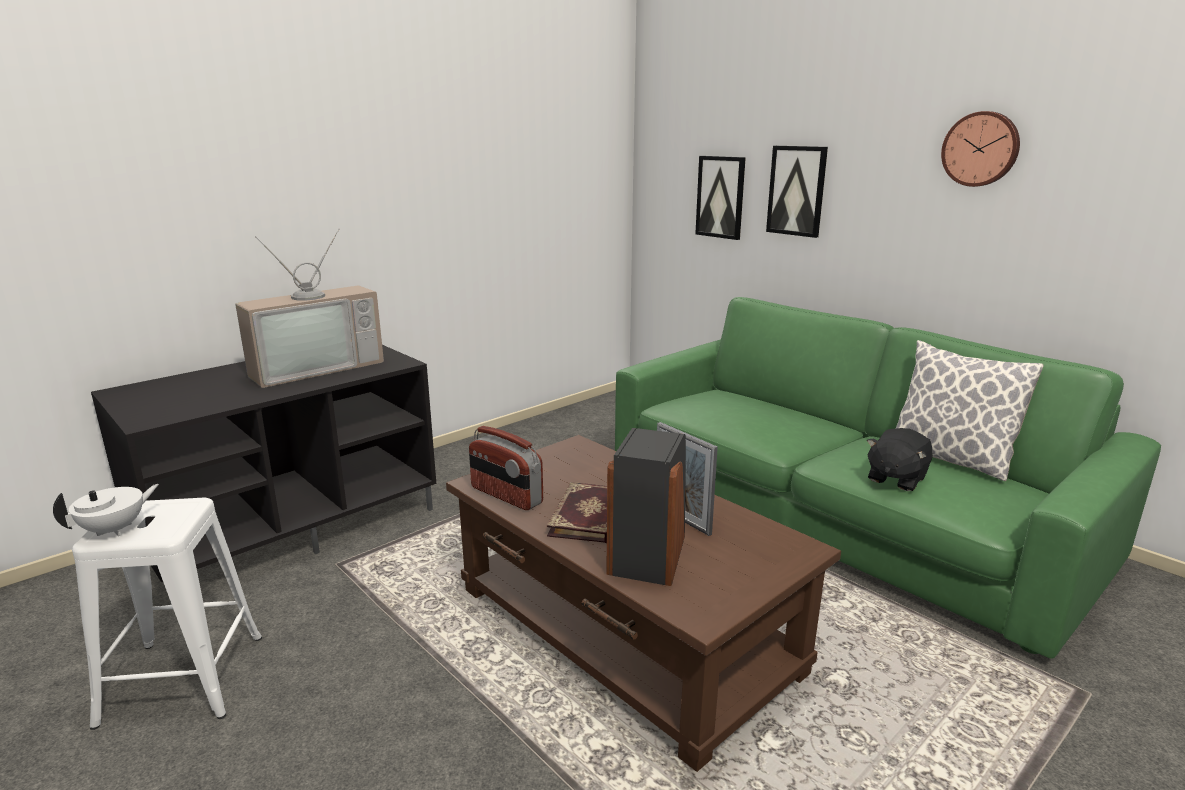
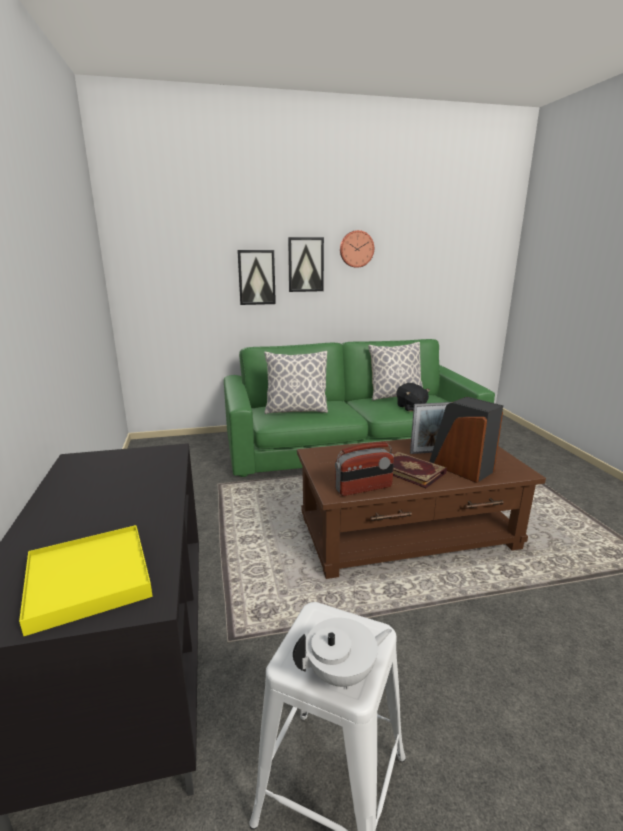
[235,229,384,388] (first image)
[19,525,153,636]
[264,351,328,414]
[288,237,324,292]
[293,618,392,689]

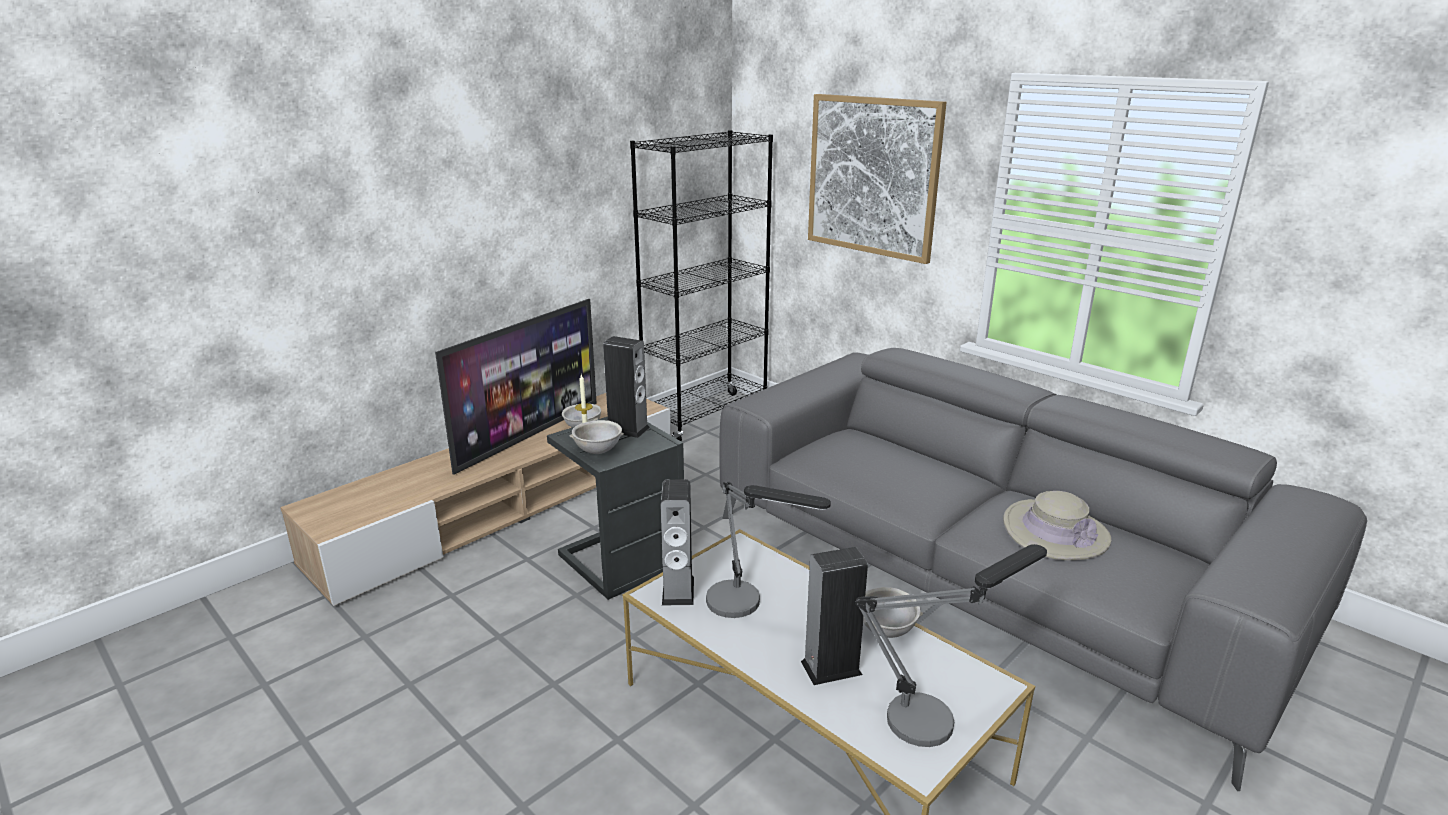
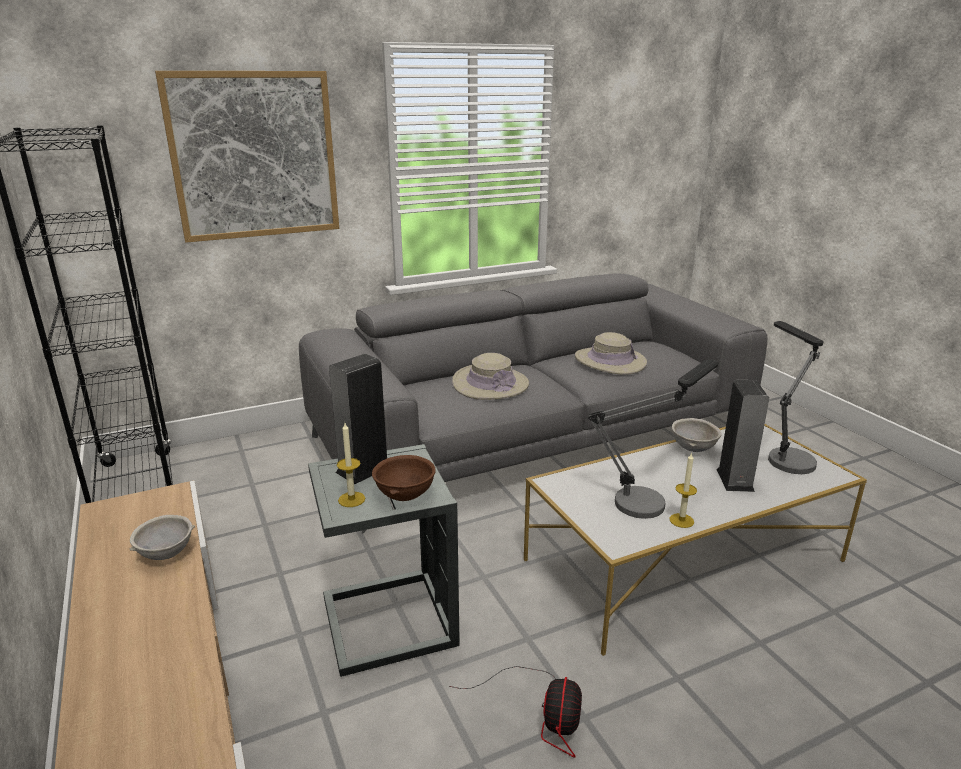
[435,299,597,475] (first image)
[661,479,694,605] (first image)
[449,666,582,758]
[452,353,529,400]
[669,452,697,528]
[372,455,436,501]

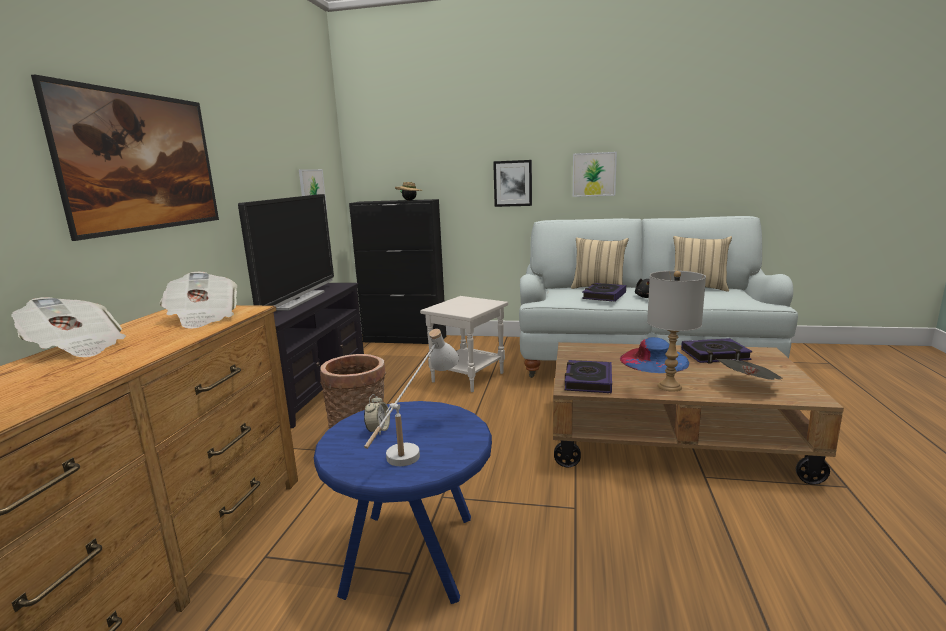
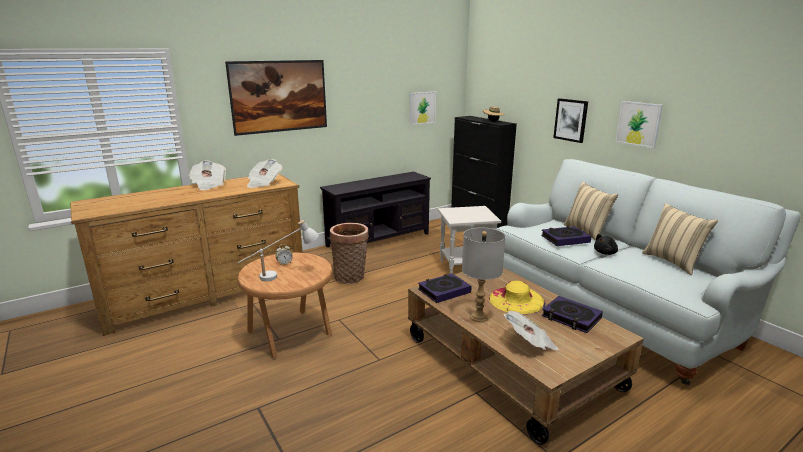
[238,194,334,311] (first image)
[237,252,333,358]
[489,280,545,315]

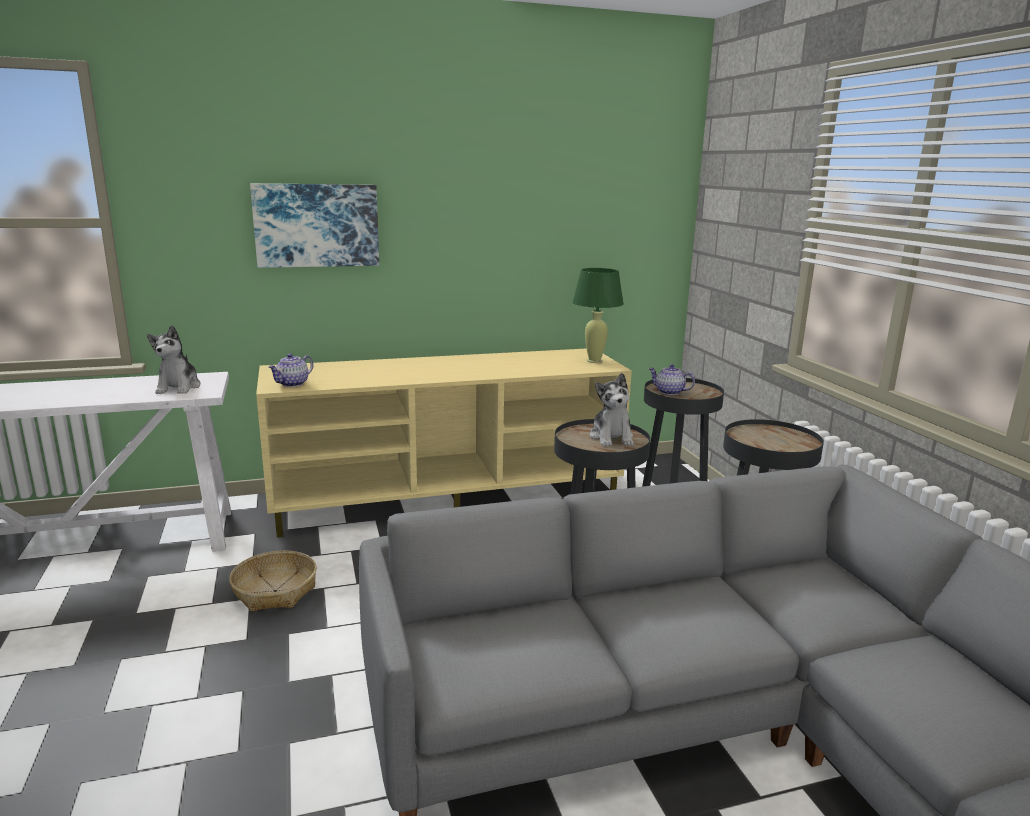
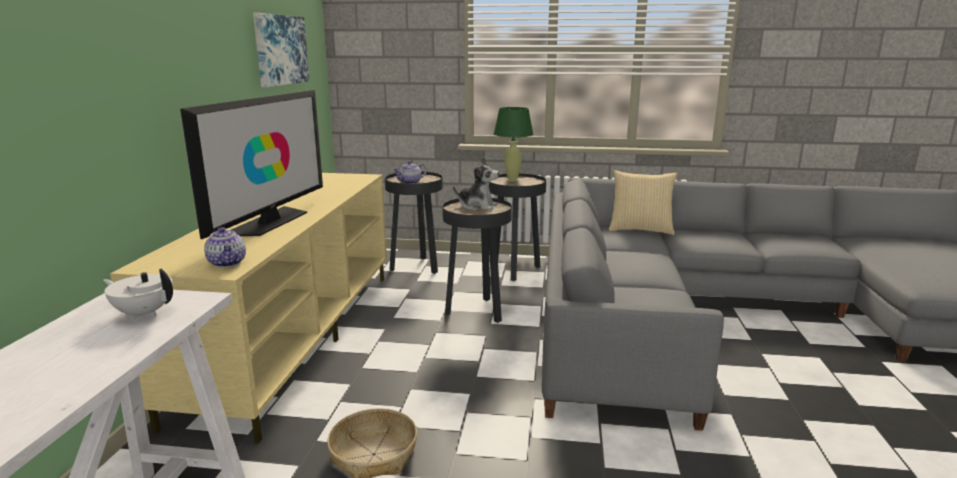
[180,90,323,239]
[609,170,678,235]
[253,13,310,88]
[494,107,533,182]
[103,268,173,320]

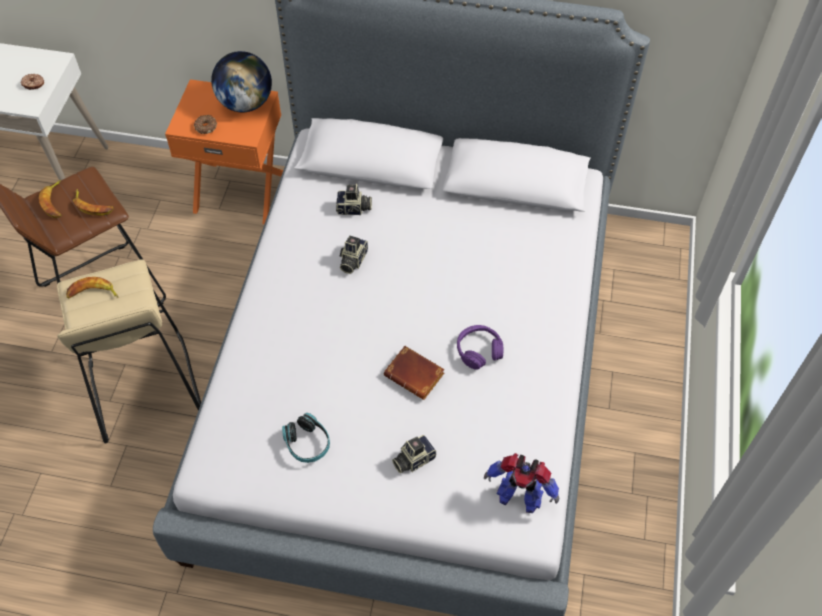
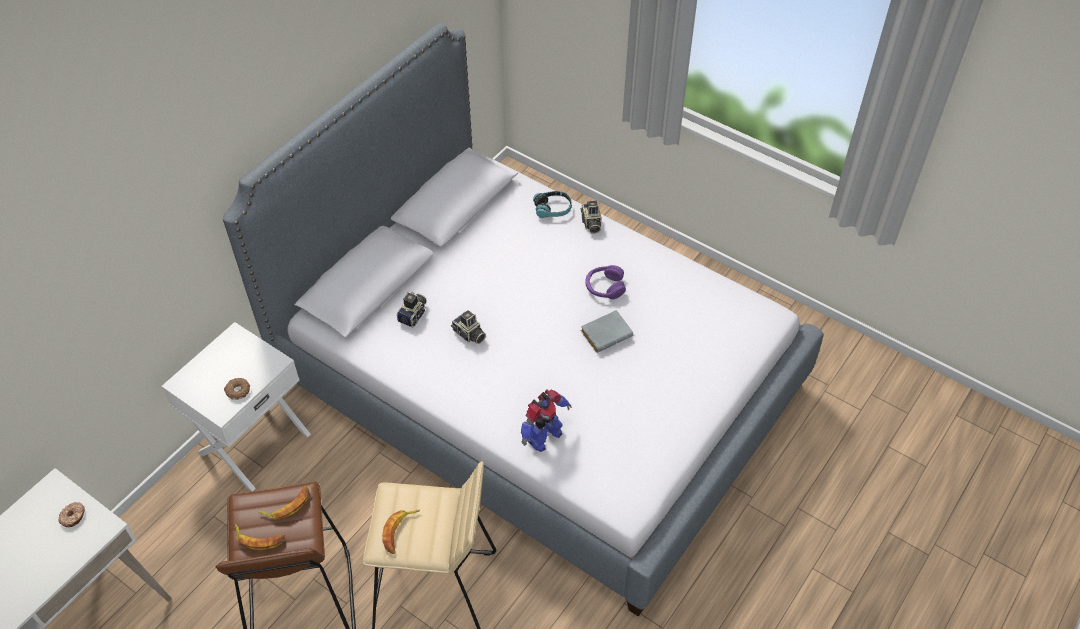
[211,51,272,112] (first image)
[533,191,572,218]
[581,201,601,234]
[521,389,572,452]
[161,322,310,491]
[580,310,633,353]

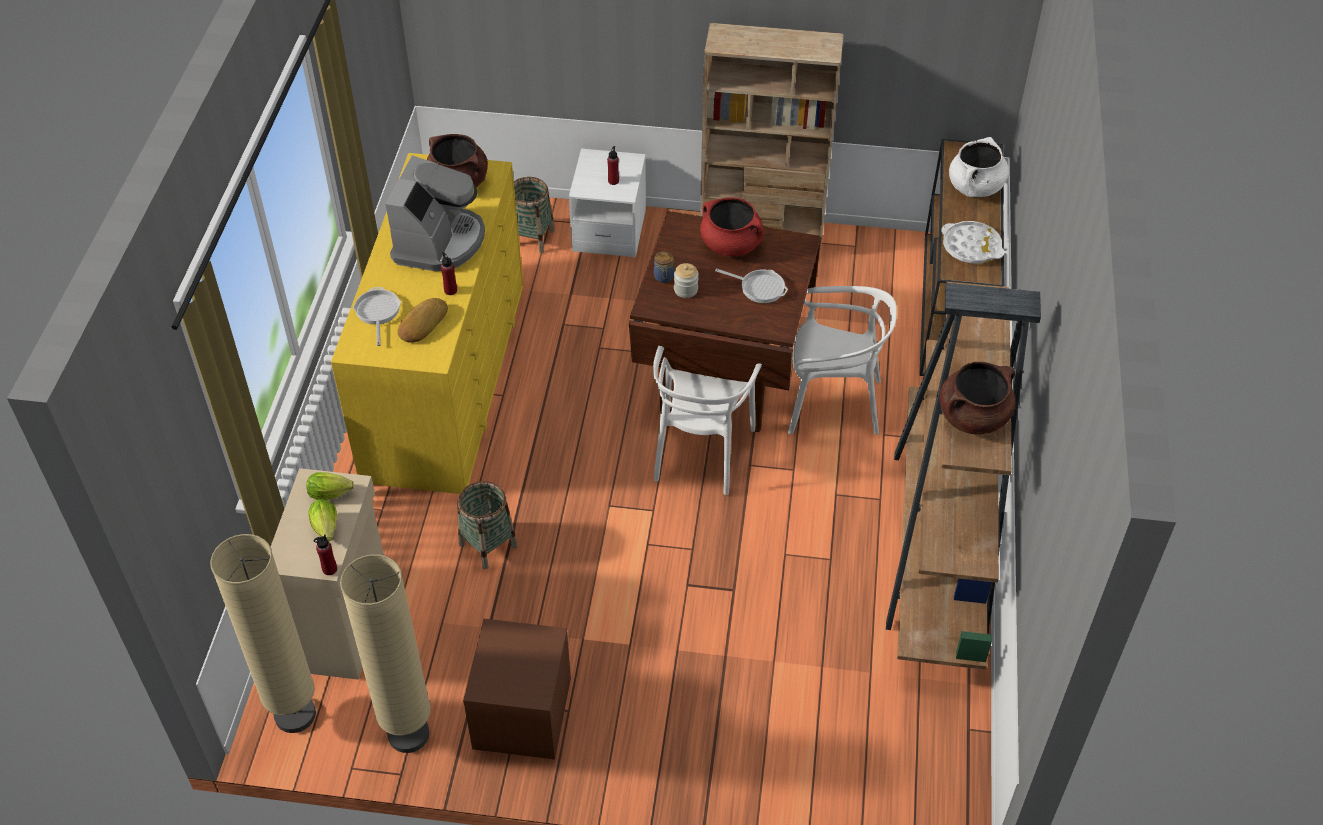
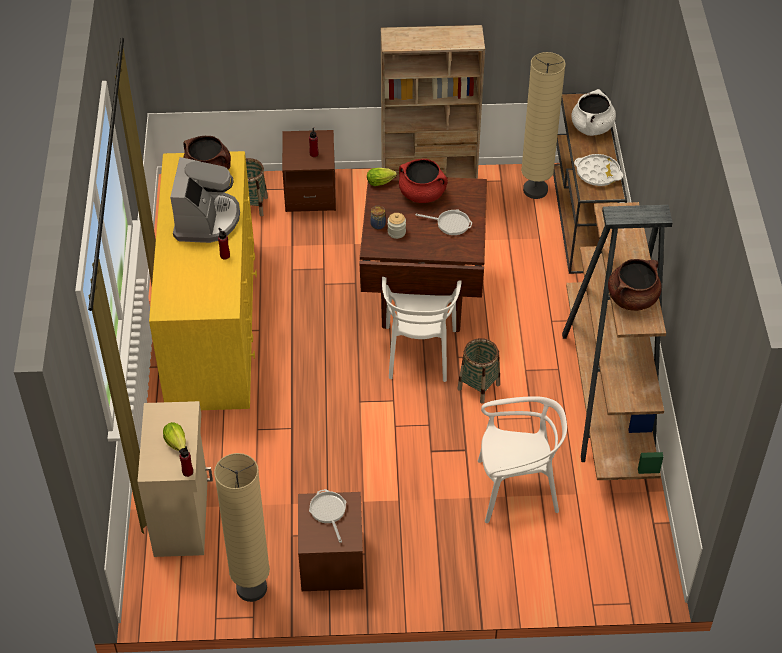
[398,298,448,343] (first image)
[521,52,566,199]
[367,168,397,186]
[309,489,346,543]
[458,338,500,404]
[478,396,567,523]
[282,130,336,212]

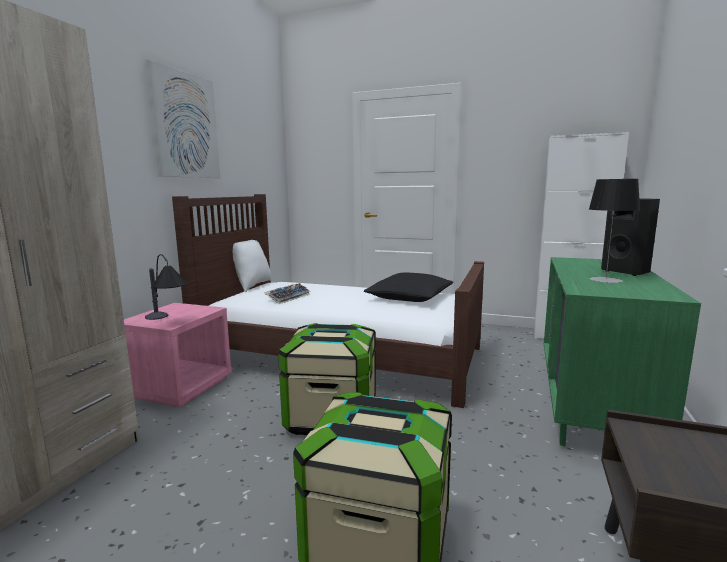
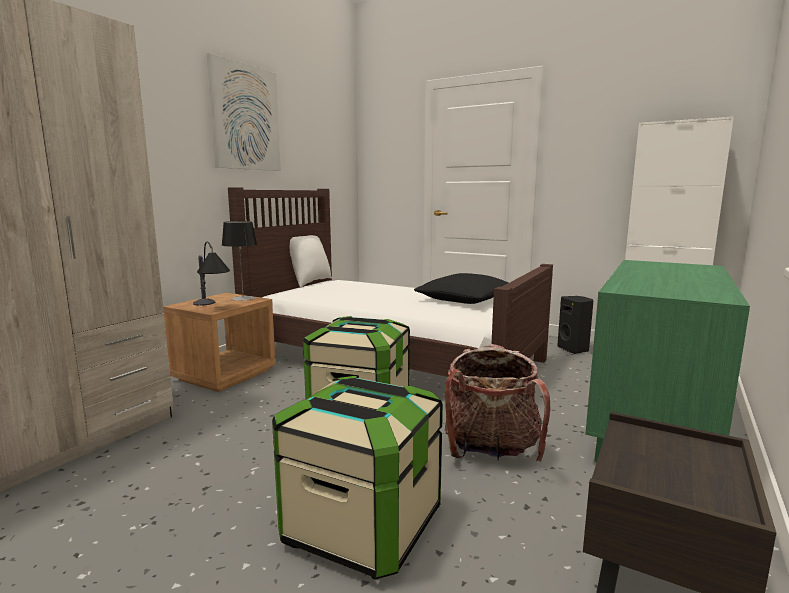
[264,283,310,304] (first image)
[445,344,550,462]
[222,221,257,301]
[557,296,593,354]
[163,293,276,392]

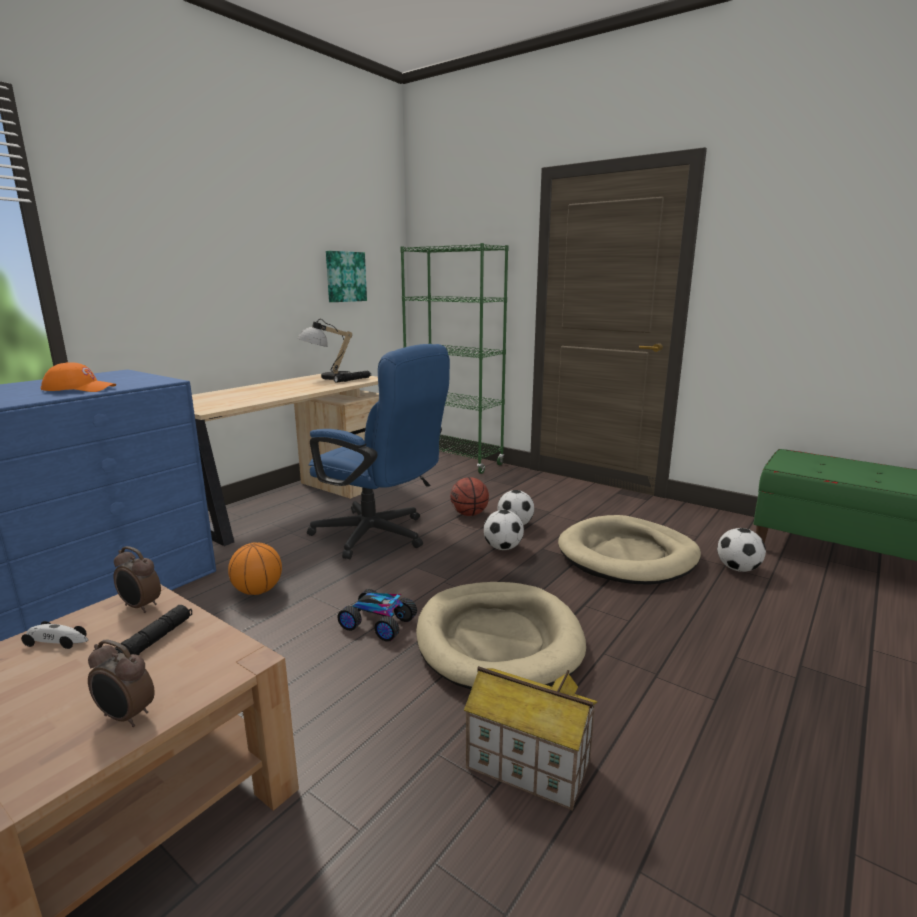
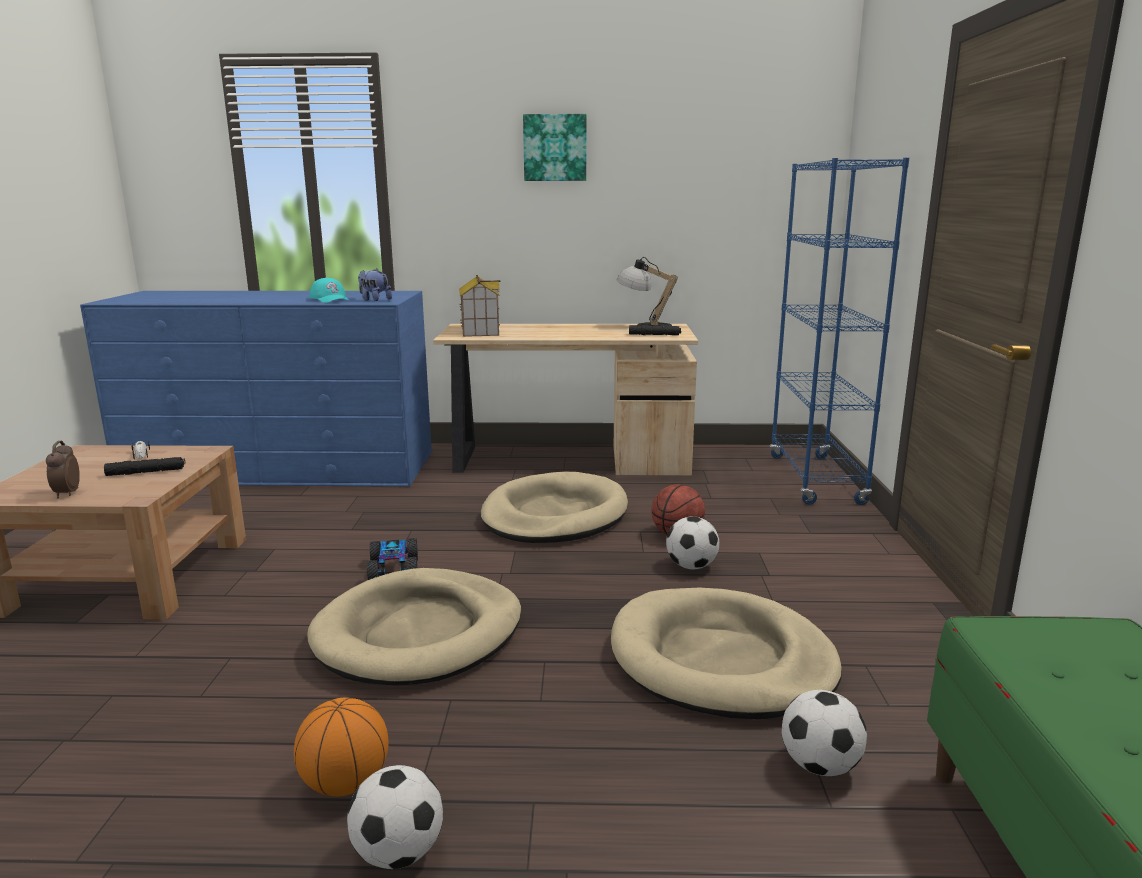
[114,546,161,613] (first image)
[358,268,392,301]
[294,697,388,797]
[523,114,586,181]
[459,275,500,337]
[347,765,443,869]
[481,472,628,543]
[310,278,349,303]
[770,158,909,505]

